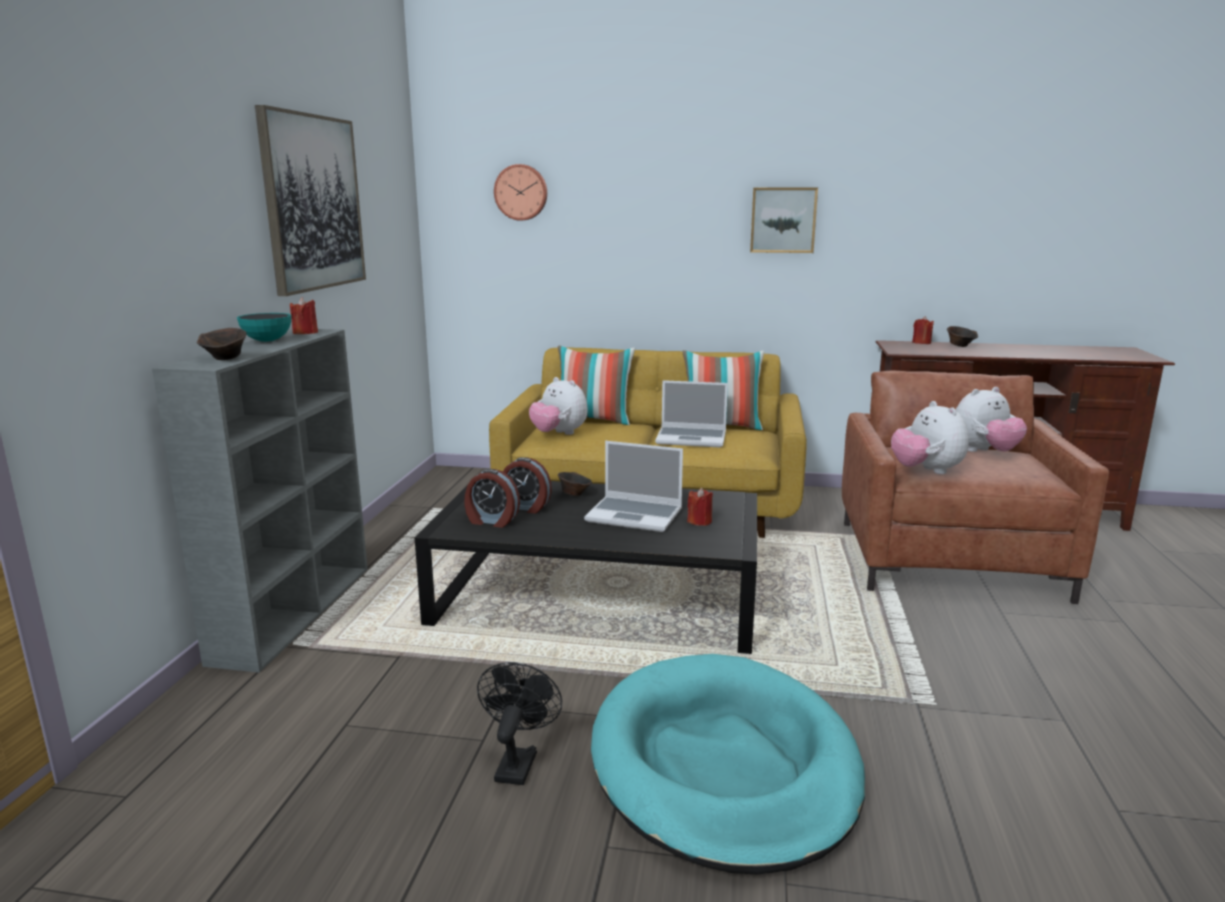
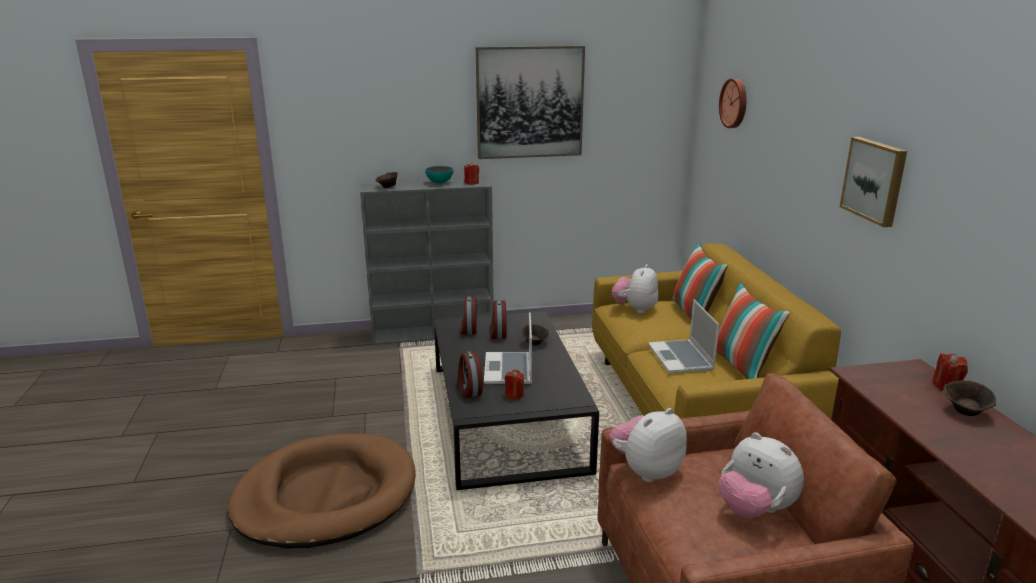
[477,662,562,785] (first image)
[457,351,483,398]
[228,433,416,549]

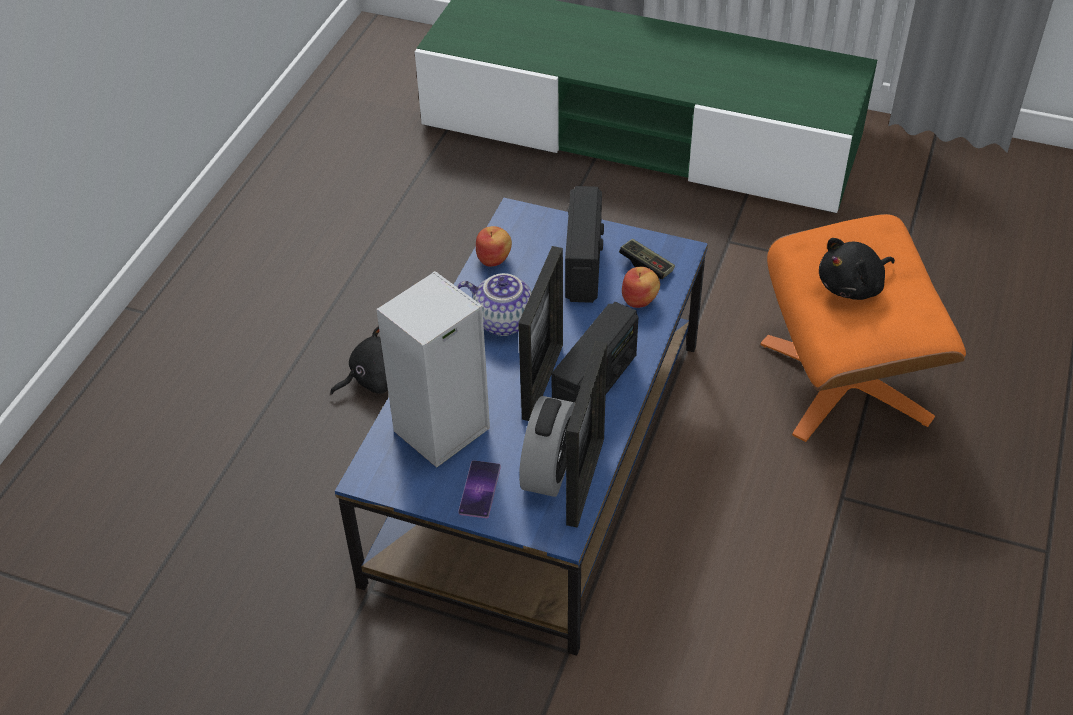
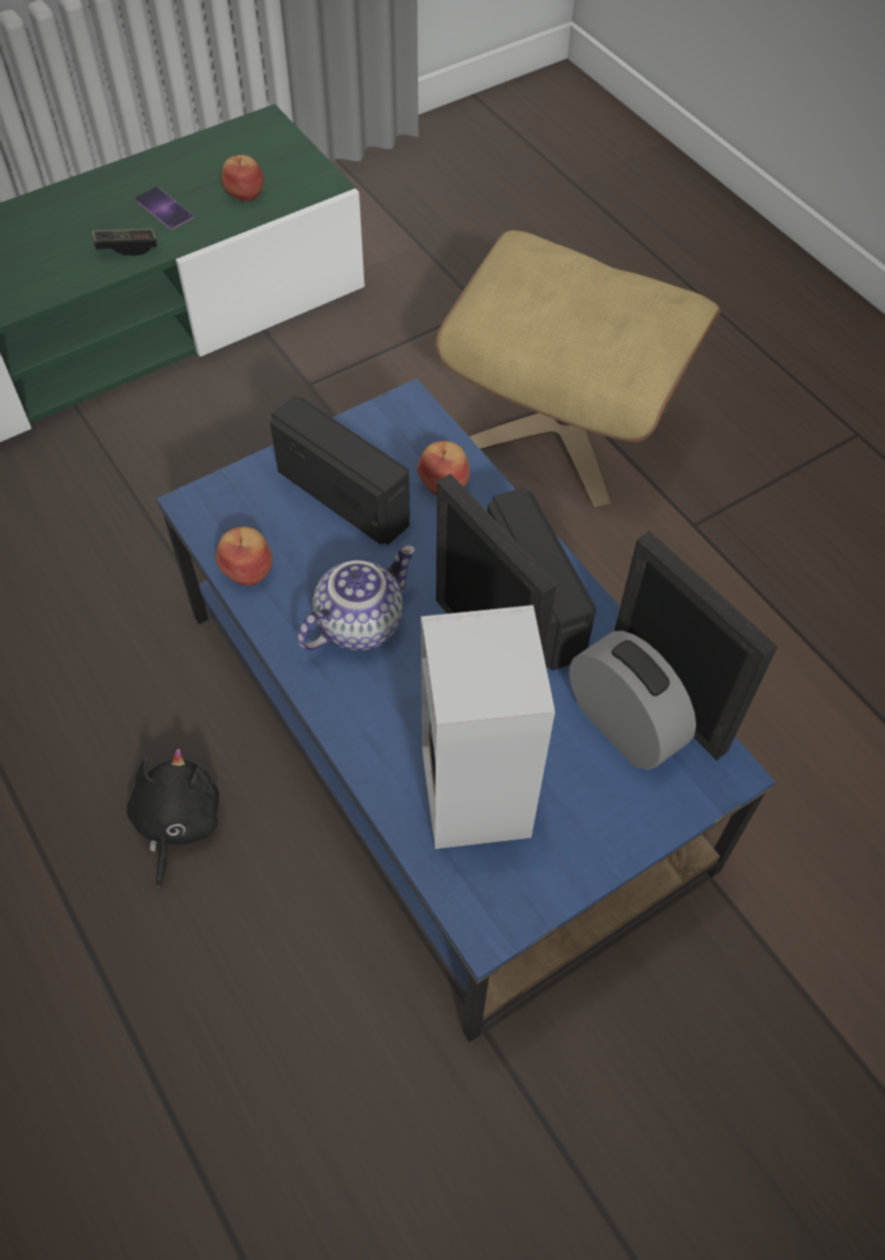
[819,238,895,300] (first image)
[221,155,264,201]
[134,187,194,230]
[92,228,157,256]
[435,230,721,509]

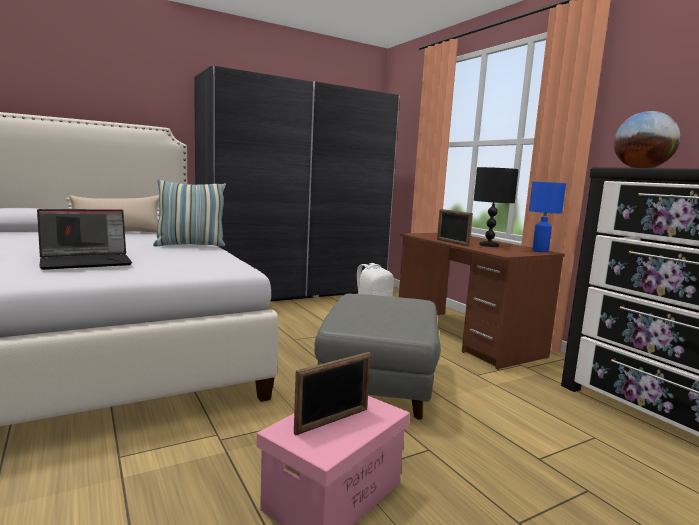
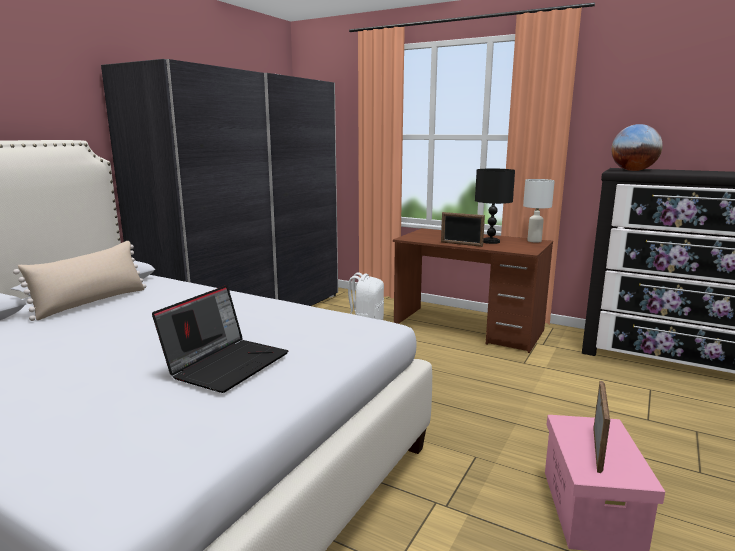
[153,179,226,247] (first image)
[314,293,441,420] (first image)
[523,179,555,243]

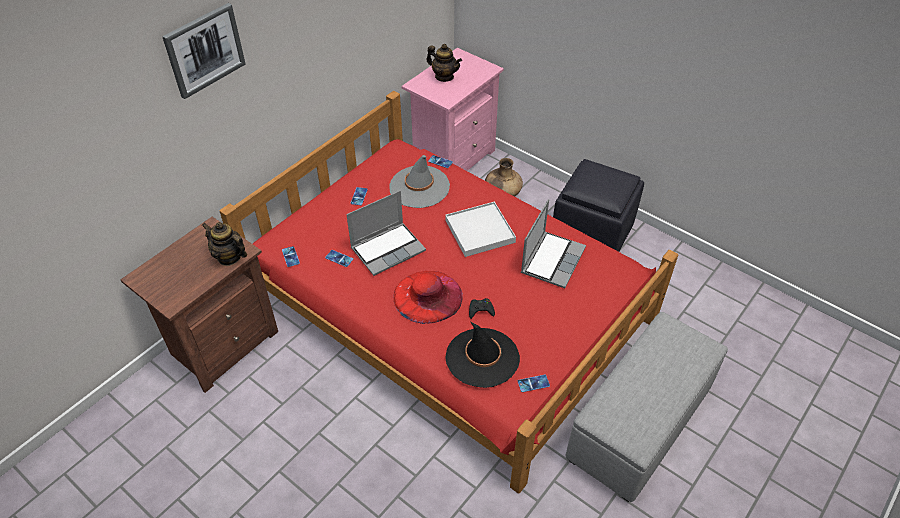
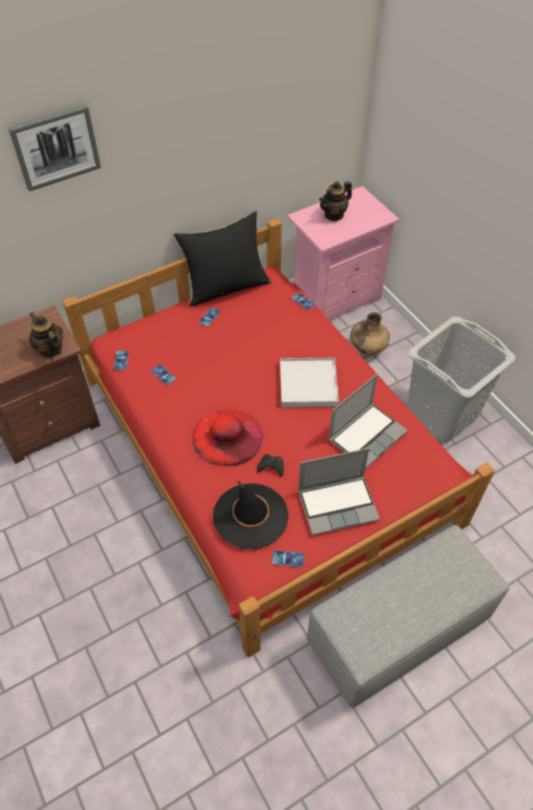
[389,155,450,208] (first image)
[174,211,271,306]
[298,448,380,536]
[407,316,516,442]
[319,181,352,221]

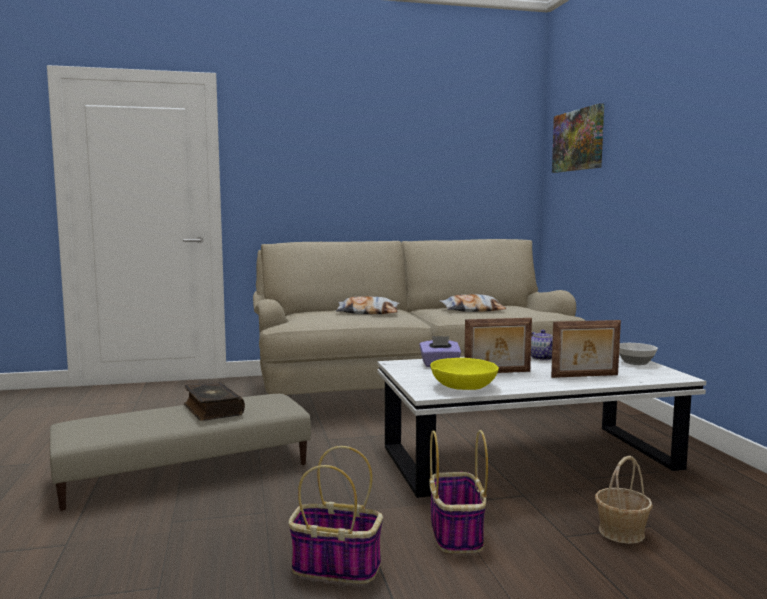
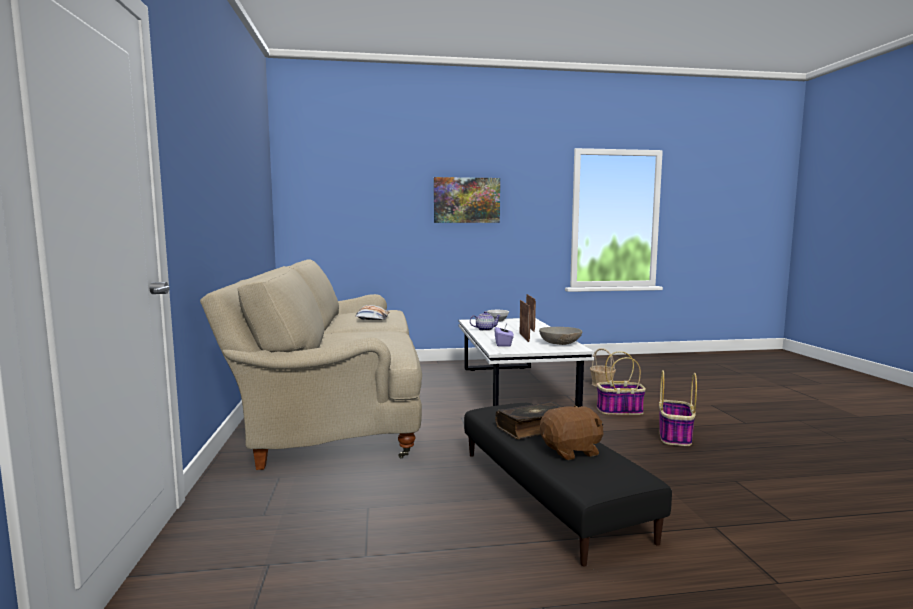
[336,296,400,314] (first image)
[540,405,603,460]
[434,177,500,223]
[464,403,672,567]
[539,327,582,345]

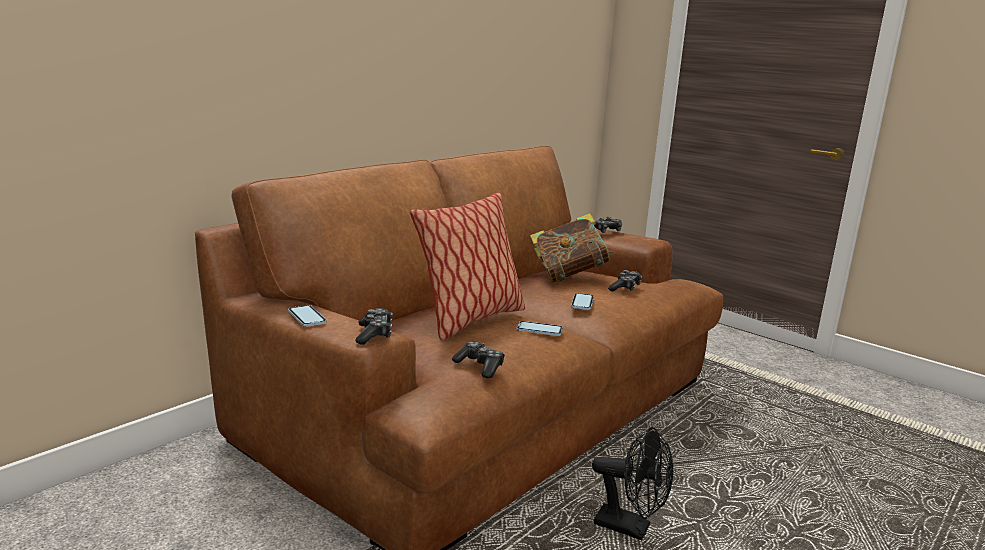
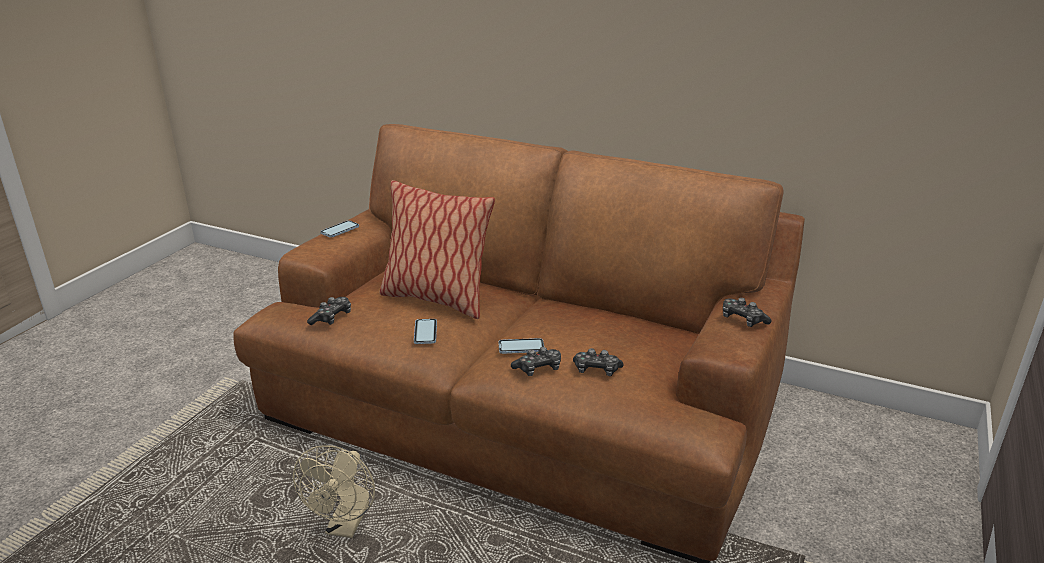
[530,213,614,283] (first image)
[511,347,561,376]
[293,445,375,538]

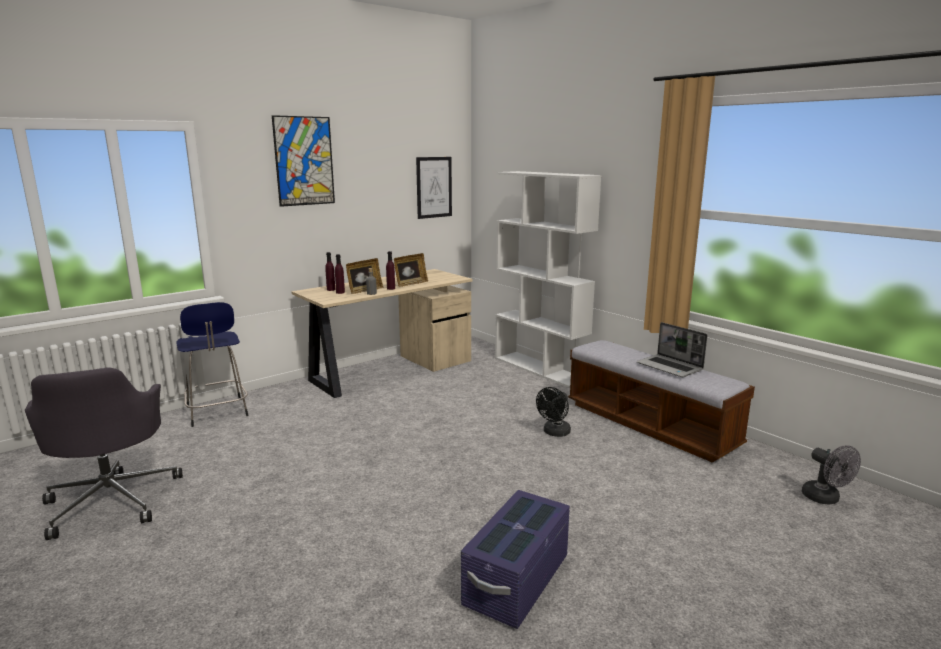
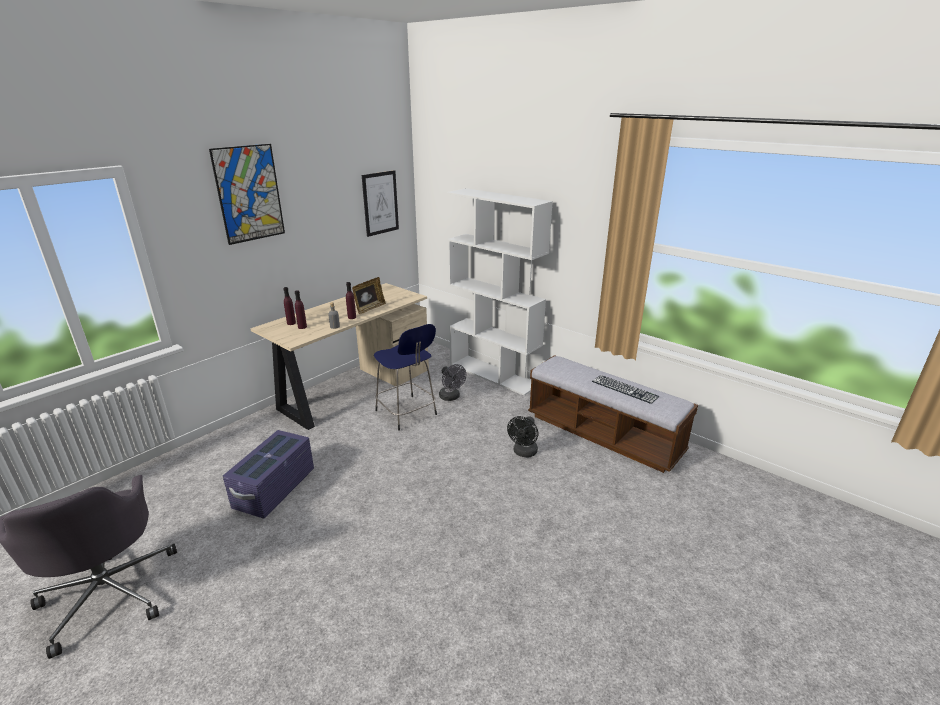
[346,258,383,294] (first image)
[374,324,437,431]
[223,430,314,519]
[439,364,466,401]
[592,375,659,404]

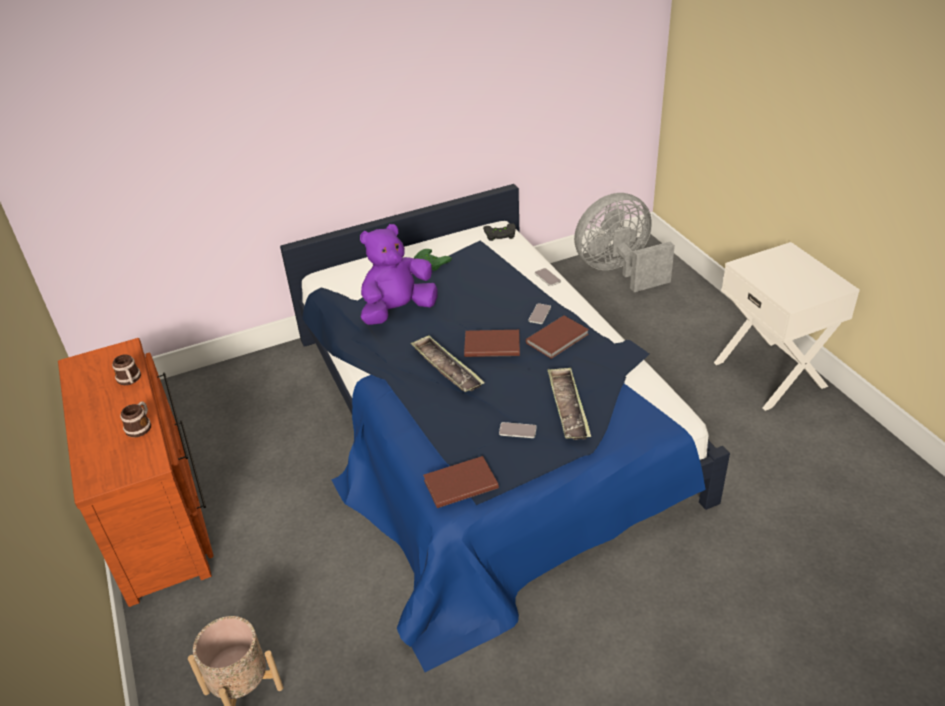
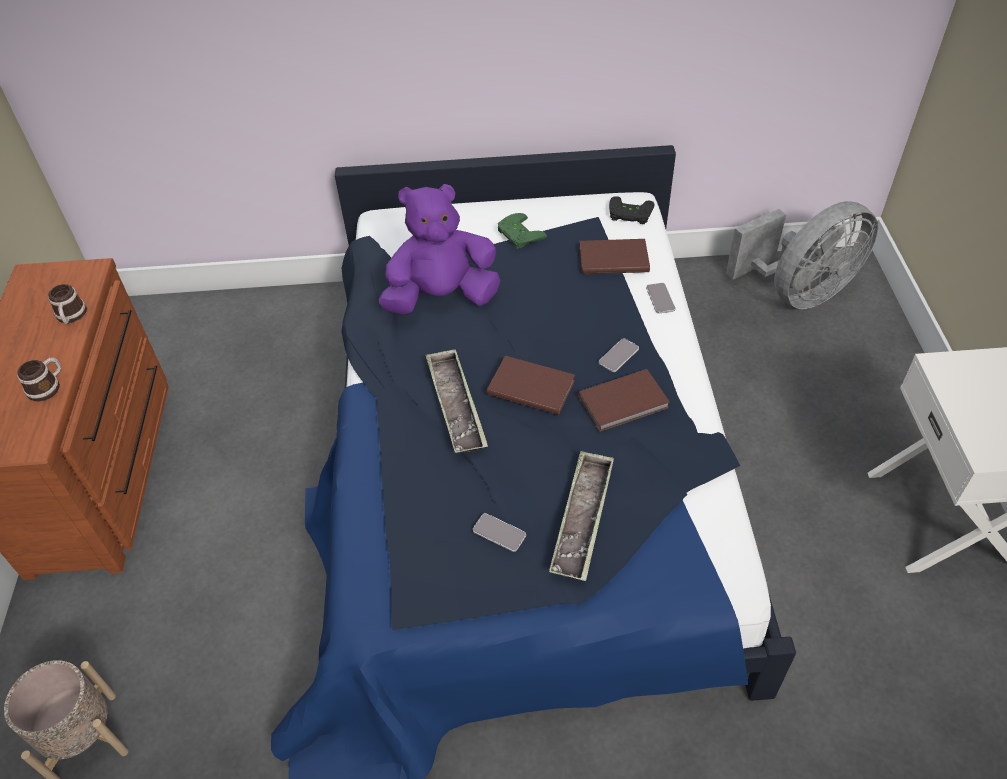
[579,239,650,274]
[726,201,878,309]

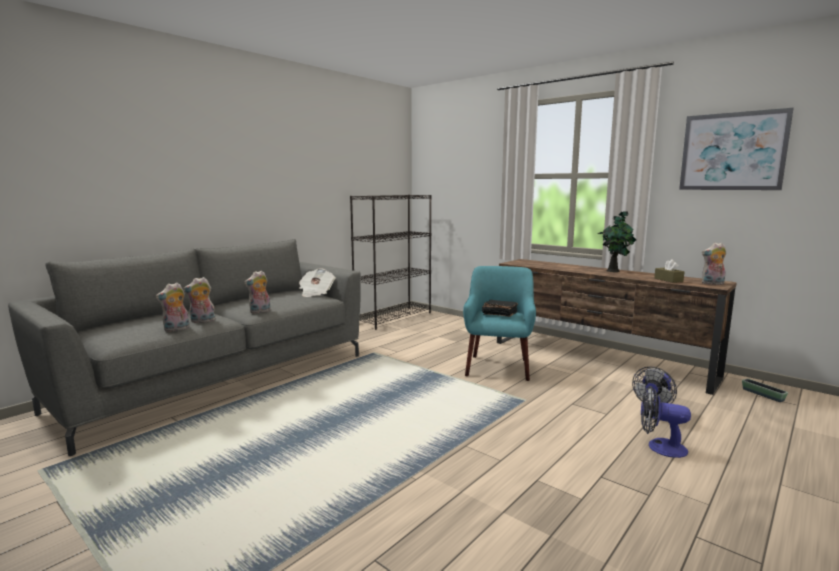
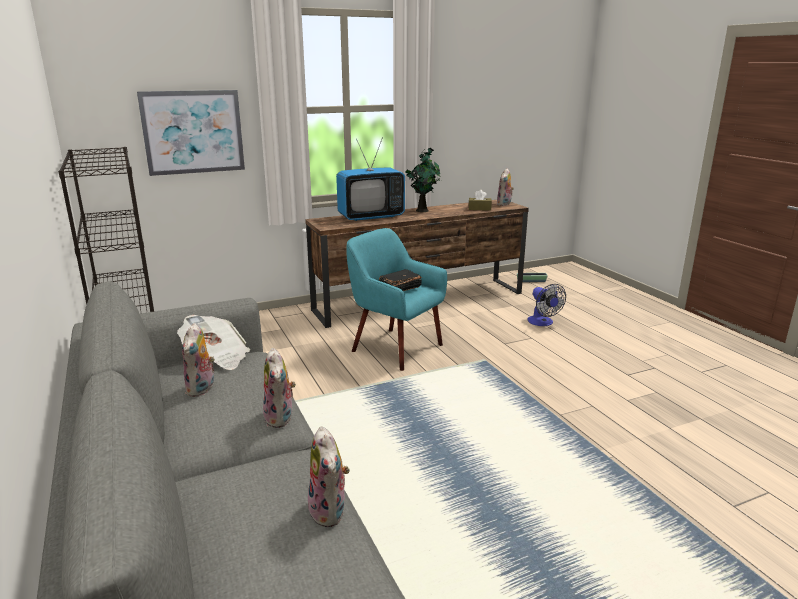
[641,386,691,458] (first image)
[336,137,405,221]
[182,323,215,397]
[137,90,245,176]

